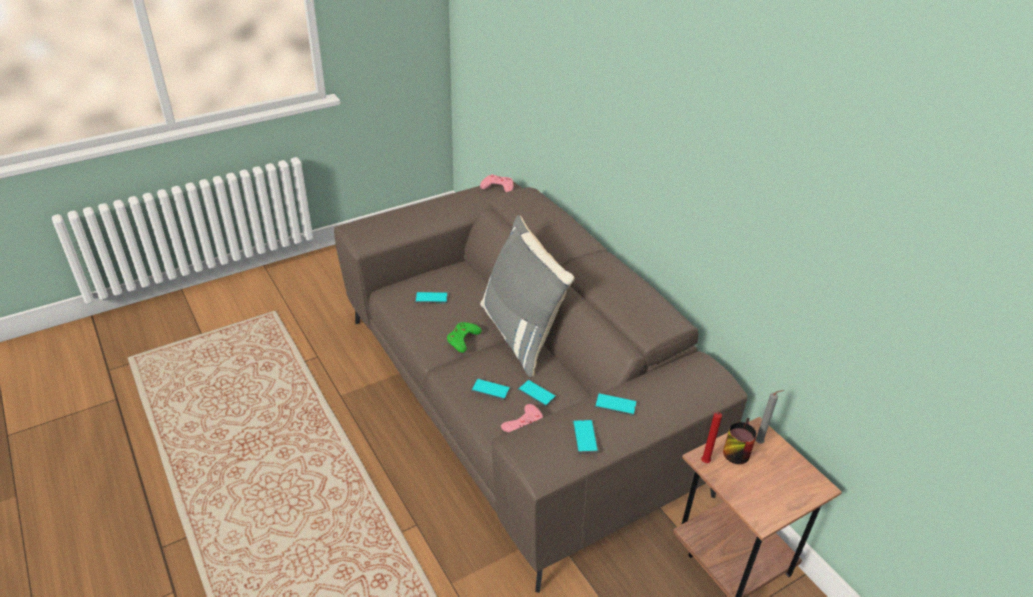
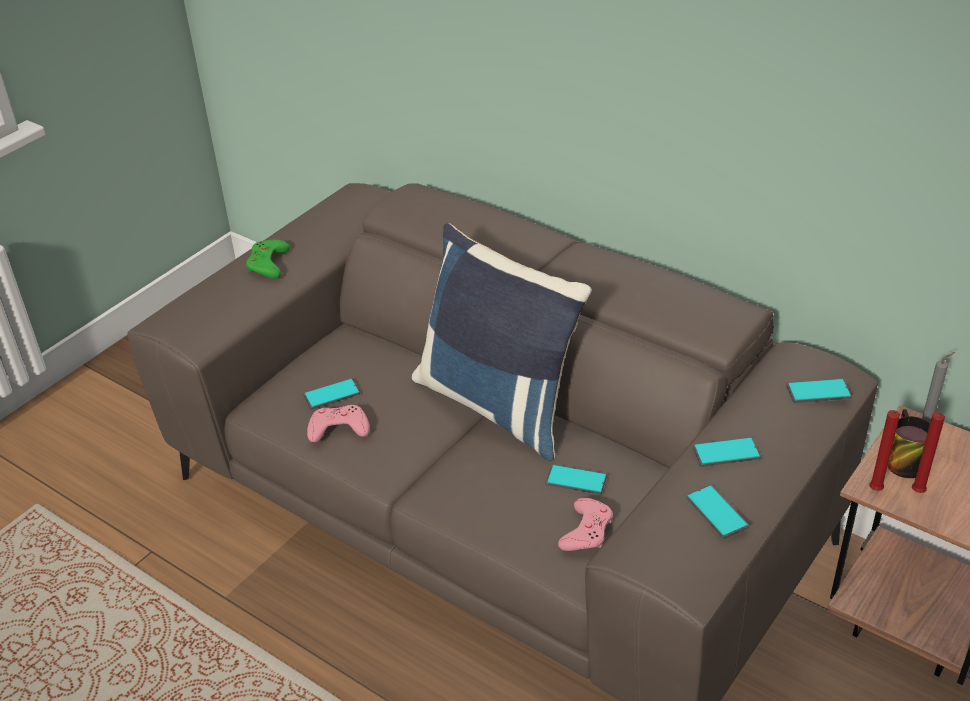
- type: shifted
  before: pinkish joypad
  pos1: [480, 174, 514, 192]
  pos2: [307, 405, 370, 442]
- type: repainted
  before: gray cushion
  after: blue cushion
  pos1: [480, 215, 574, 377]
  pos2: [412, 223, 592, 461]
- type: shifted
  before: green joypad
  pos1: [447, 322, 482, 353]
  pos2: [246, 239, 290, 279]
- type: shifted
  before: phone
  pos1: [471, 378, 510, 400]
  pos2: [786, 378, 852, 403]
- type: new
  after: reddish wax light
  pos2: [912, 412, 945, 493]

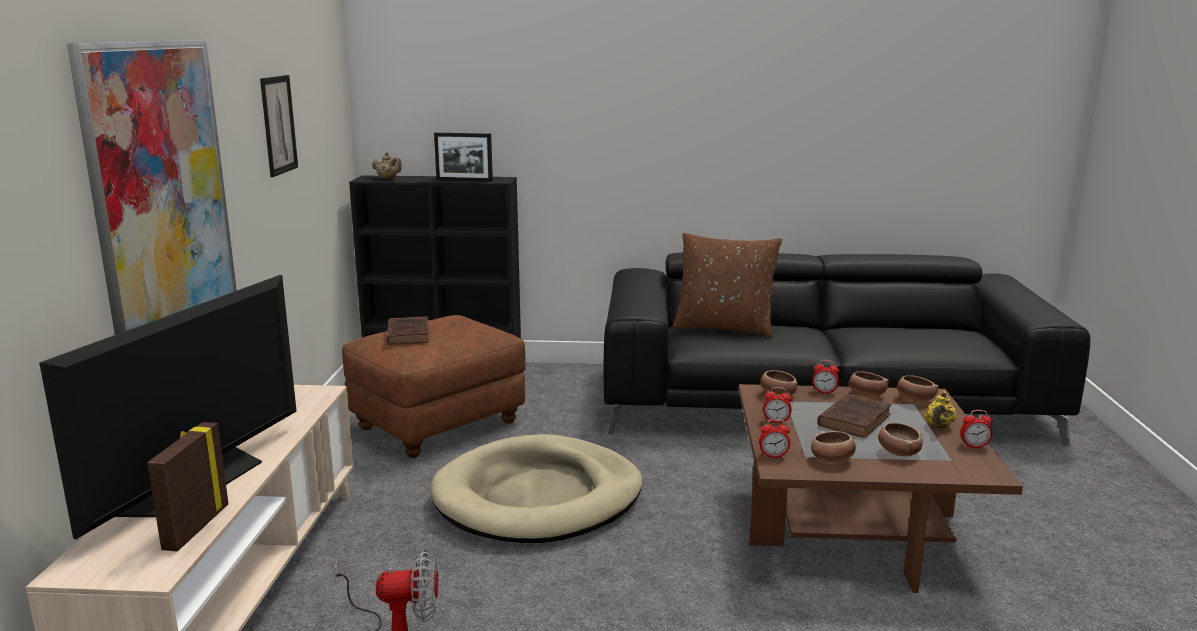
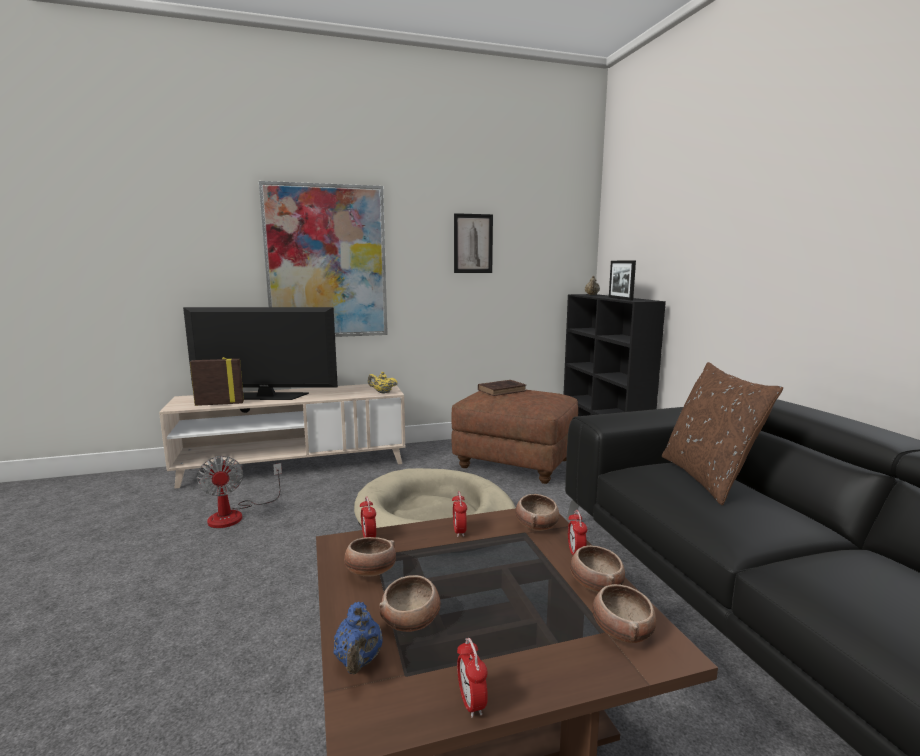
- type: shifted
  before: yellow-coloured pot for tea
  pos1: [925, 391, 956, 428]
  pos2: [368, 372, 398, 394]
- type: gone
  before: brown volume
  pos1: [817, 394, 892, 438]
- type: new
  after: blue pot for tea
  pos2: [333, 602, 383, 674]

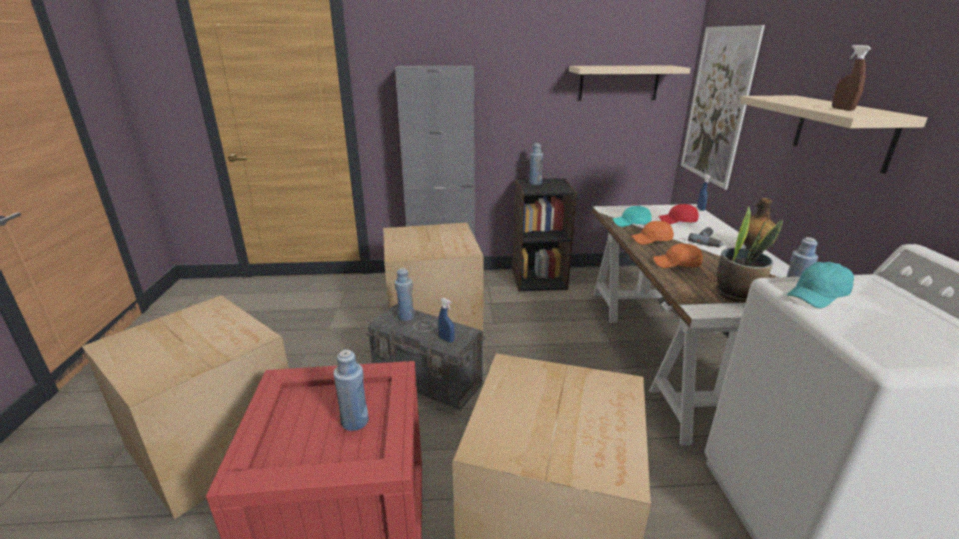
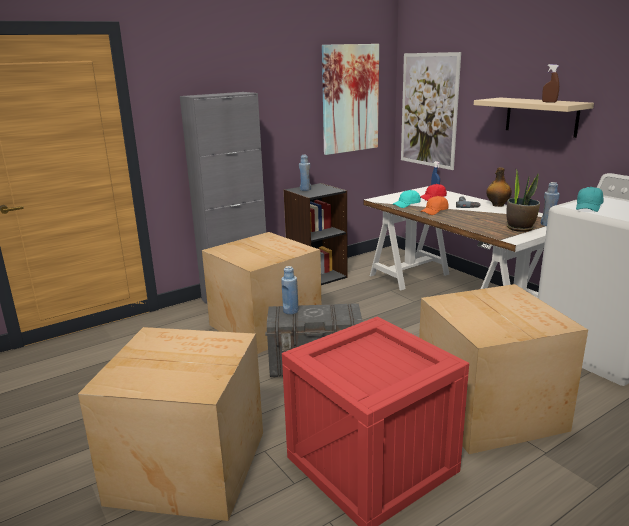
- type: swapped
  before: beige-coloured bracket shelf
  after: wall picture
  pos1: [569, 66, 691, 101]
  pos2: [322, 44, 379, 155]
- type: gone
  before: orange baseball cap
  pos1: [653, 244, 703, 268]
- type: gone
  before: blue spray bottle
  pos1: [438, 298, 455, 343]
- type: gone
  before: blue bottle
  pos1: [333, 350, 369, 431]

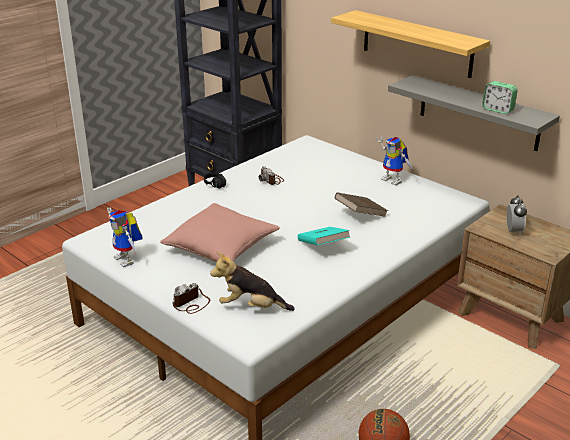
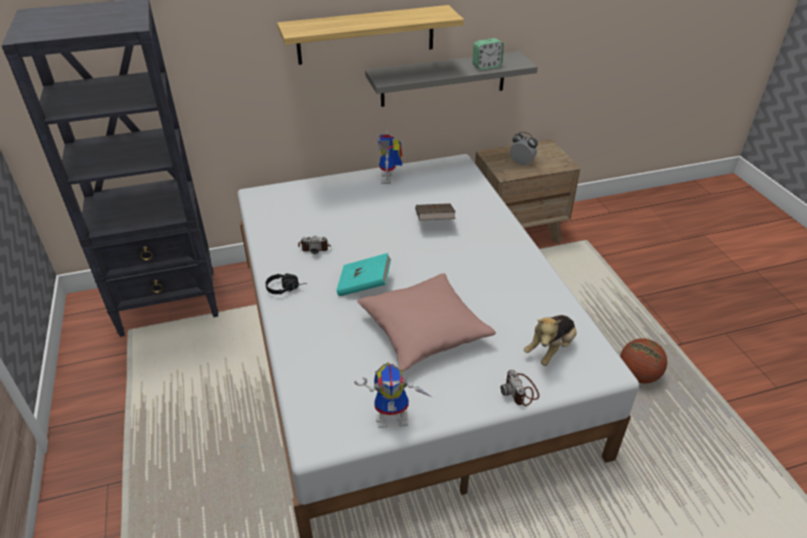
- type: rotated
  before: robot figure
  pos1: [376, 136, 414, 186]
  pos2: [377, 130, 402, 184]
  turn: 105
- type: shifted
  before: turquoise volume
  pos1: [298, 227, 350, 245]
  pos2: [336, 253, 391, 296]

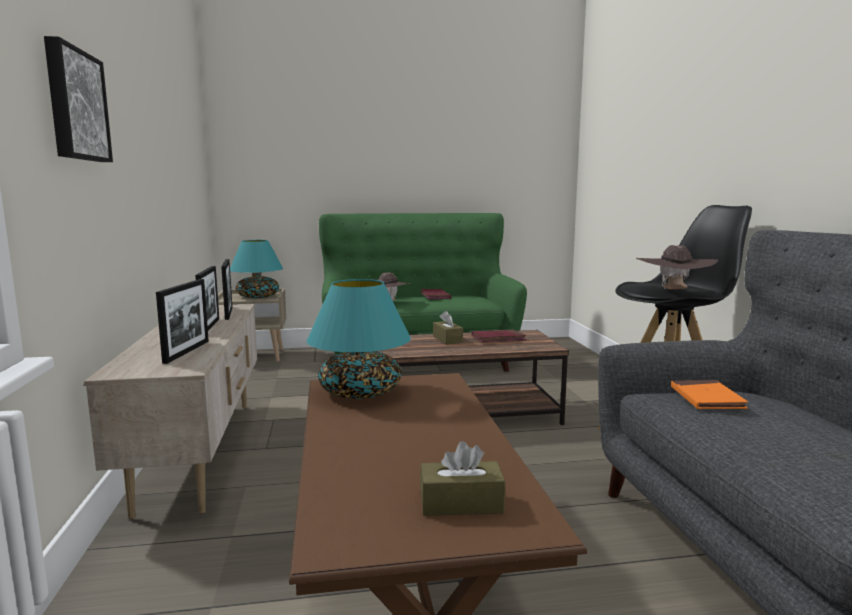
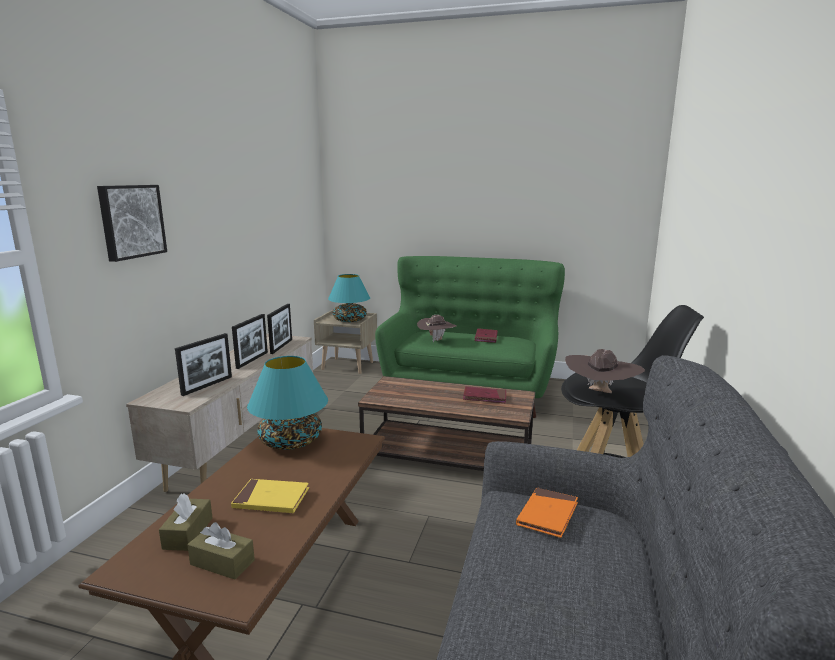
- type: shifted
  before: brown tissue holder
  pos1: [433, 311, 463, 344]
  pos2: [159, 493, 212, 551]
- type: new
  after: yellow-coloured volume
  pos2: [231, 479, 309, 513]

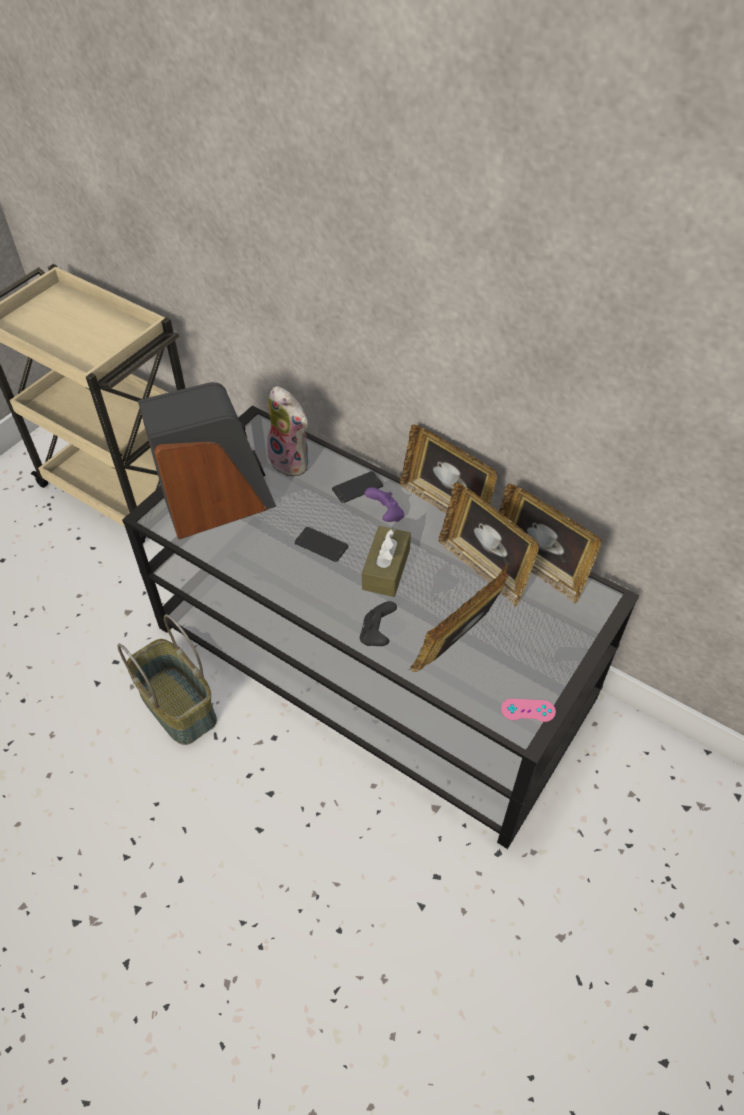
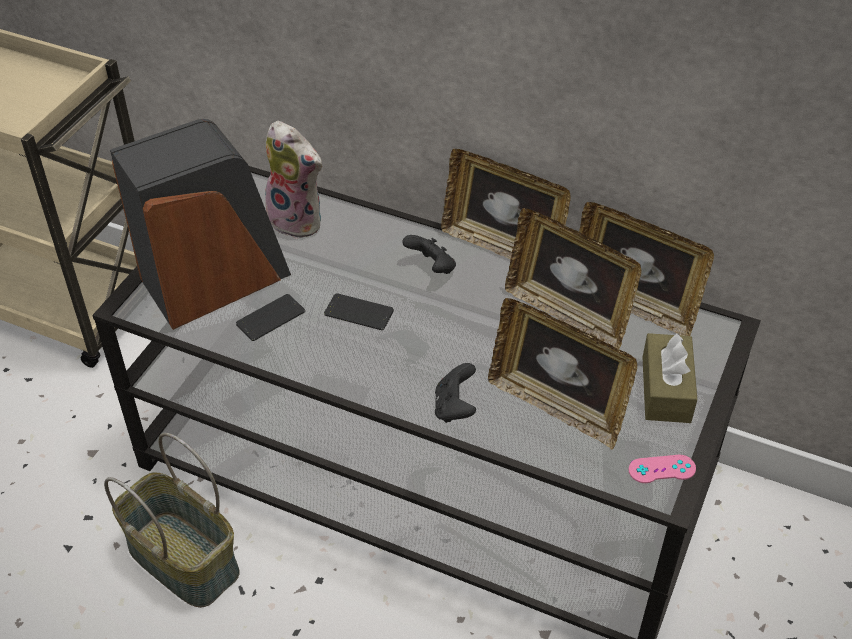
- type: shifted
  before: phone
  pos1: [332, 471, 384, 503]
  pos2: [236, 294, 305, 341]
- type: repainted
  before: purple-coloured joypad
  after: black-coloured joypad
  pos1: [365, 487, 404, 522]
  pos2: [402, 235, 456, 274]
- type: shifted
  before: brown tissue holder
  pos1: [362, 526, 411, 597]
  pos2: [642, 333, 697, 423]
- type: rotated
  before: photo frame
  pos1: [408, 564, 509, 672]
  pos2: [488, 298, 637, 449]
  turn: -90

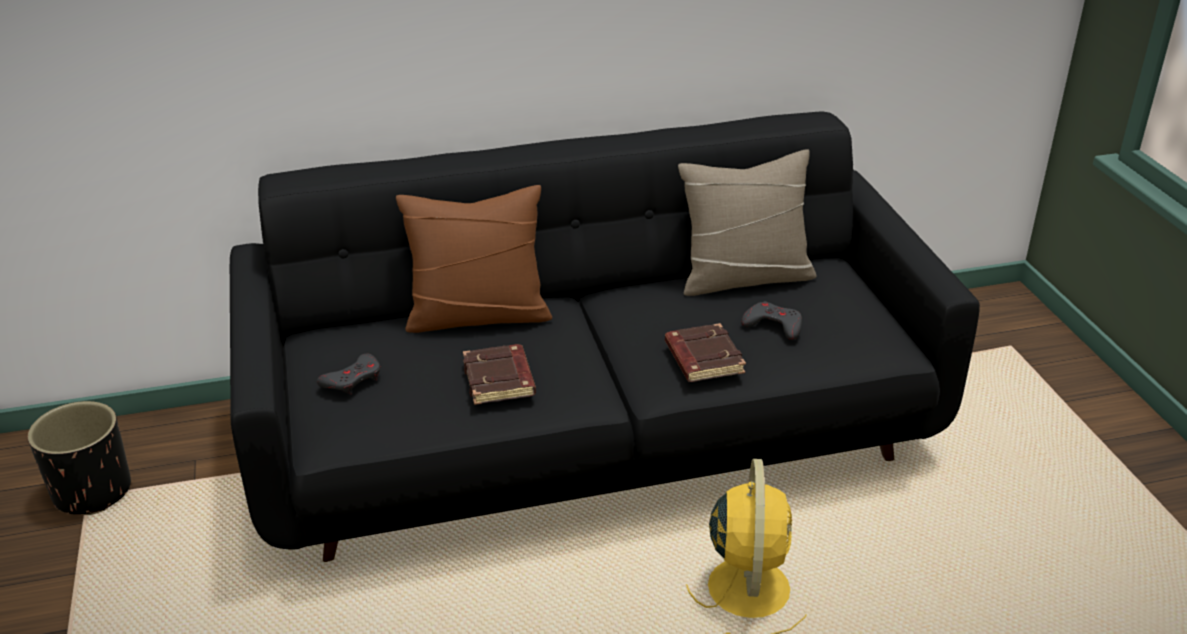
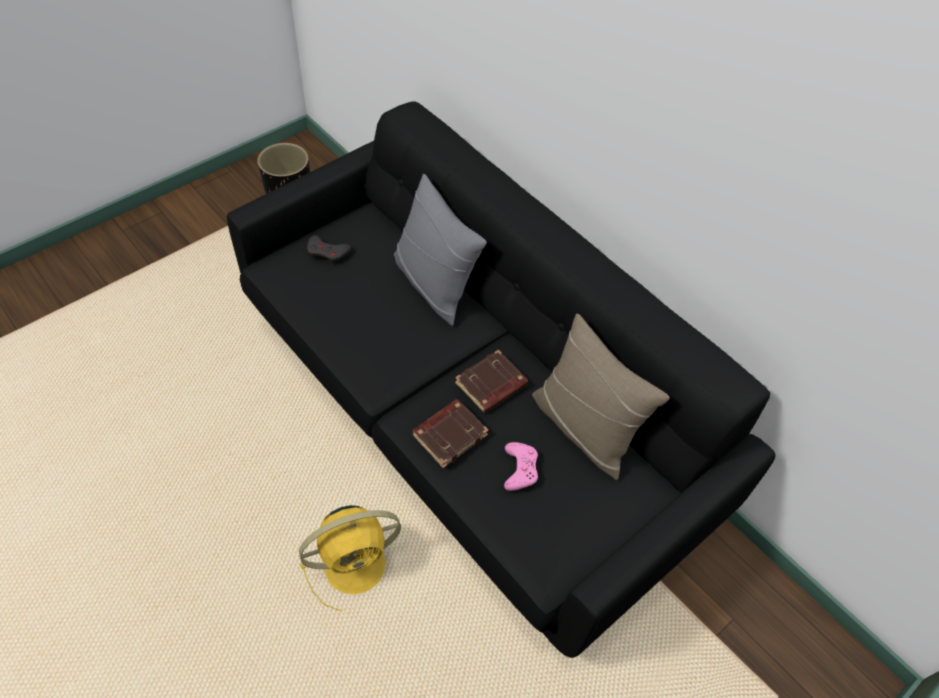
- type: repainted
  before: brown cushion
  after: gray cushion
  pos1: [396, 185, 552, 333]
  pos2: [394, 174, 487, 326]
- type: repainted
  before: gray joypad
  after: pinkish joypad
  pos1: [741, 301, 802, 340]
  pos2: [504, 442, 538, 491]
- type: shifted
  before: brown volume
  pos1: [463, 344, 536, 405]
  pos2: [455, 350, 528, 413]

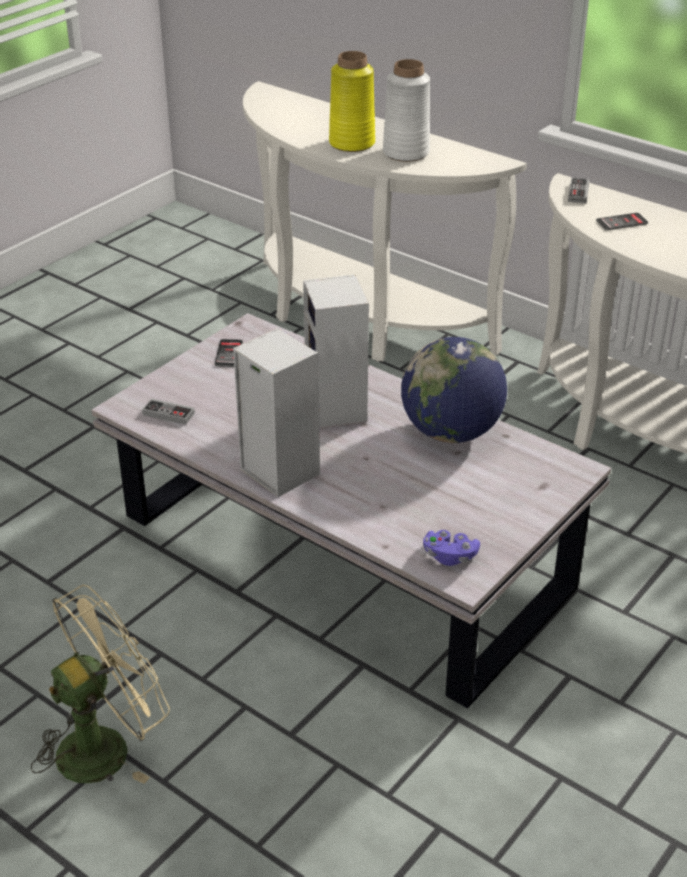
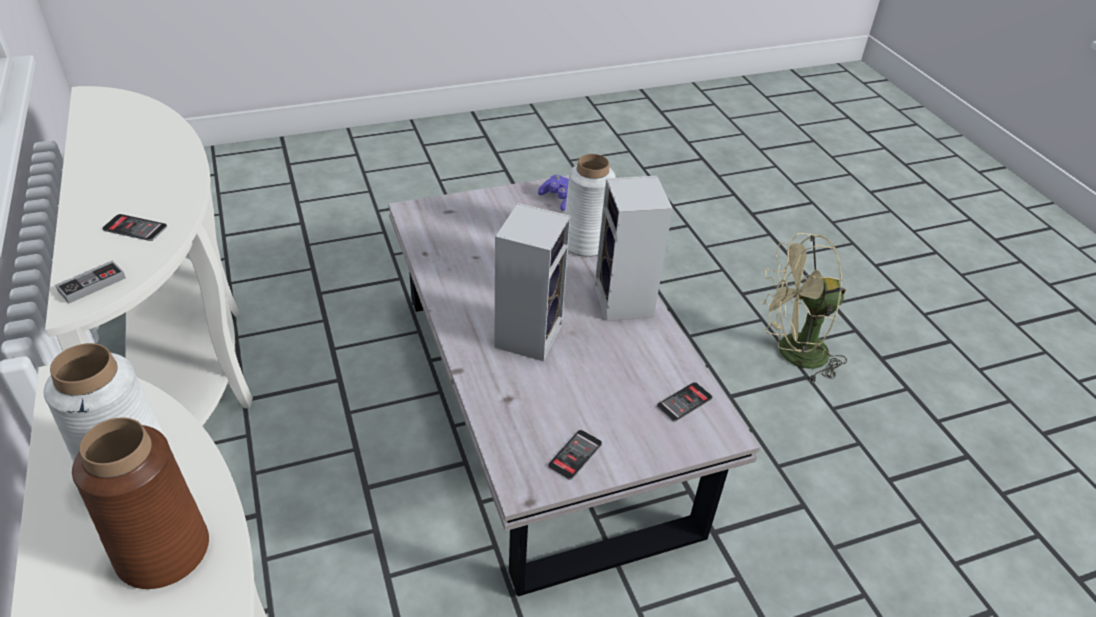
- type: repainted
  before: yellow-coloured vase
  after: brown vase
  pos1: [329, 51, 375, 152]
  pos2: [72, 417, 209, 589]
- type: gone
  before: desk globe
  pos1: [401, 337, 507, 443]
- type: swapped
  before: joypad
  after: phone
  pos1: [142, 398, 195, 425]
  pos2: [657, 382, 712, 422]
- type: new
  after: white vase
  pos2: [565, 154, 616, 257]

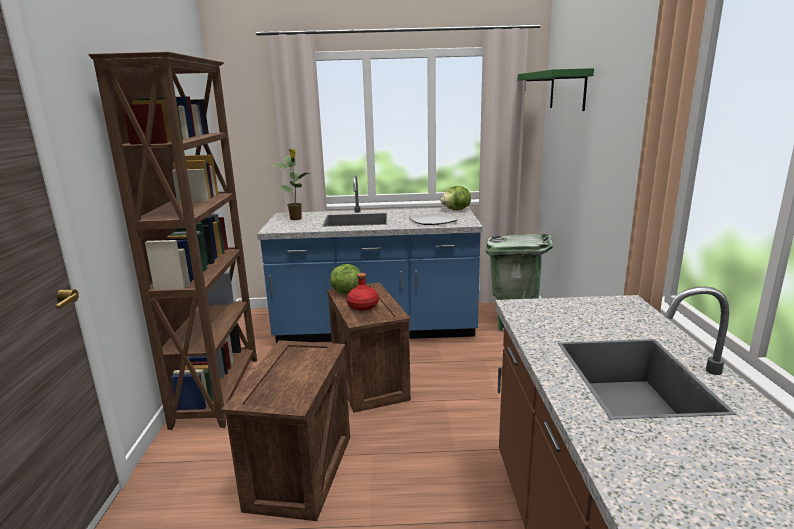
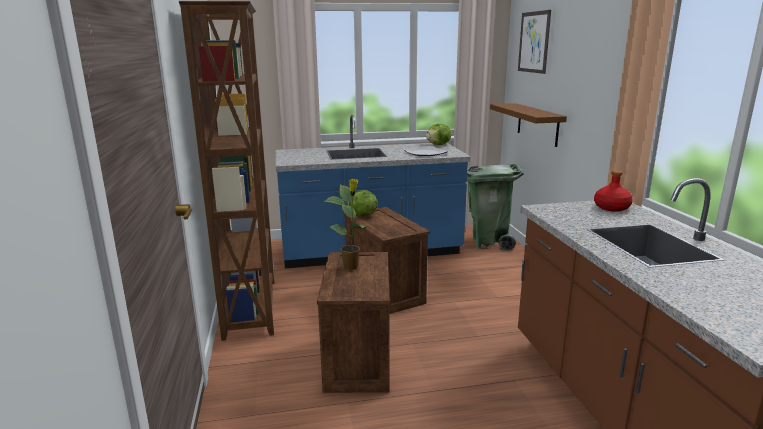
- type: swapped
  before: green bracket shelf
  after: wall picture
  pos1: [518, 68, 594, 111]
  pos2: [518, 10, 551, 74]
- type: shifted
  before: houseplant
  pos1: [272, 149, 311, 220]
  pos2: [324, 179, 374, 270]
- type: shifted
  before: reddish bottle
  pos1: [347, 273, 379, 311]
  pos2: [594, 170, 633, 212]
- type: new
  after: brown bracket shelf
  pos2: [490, 103, 567, 147]

